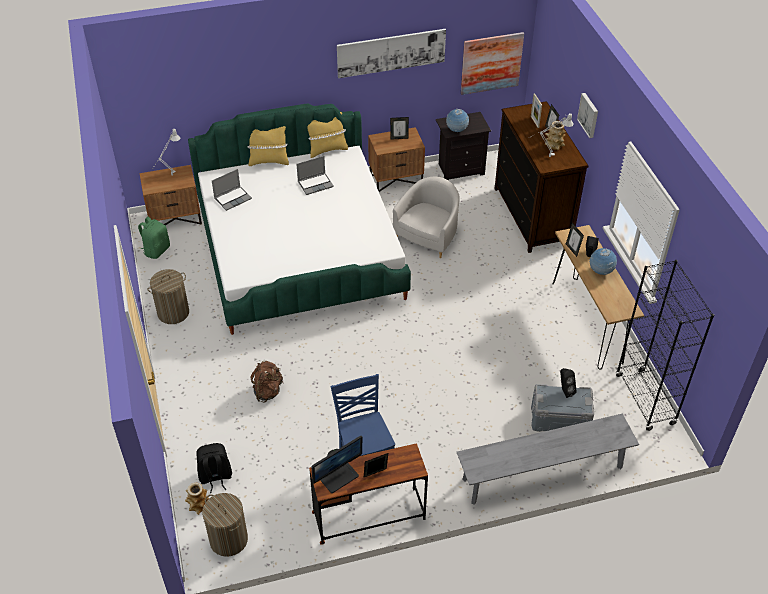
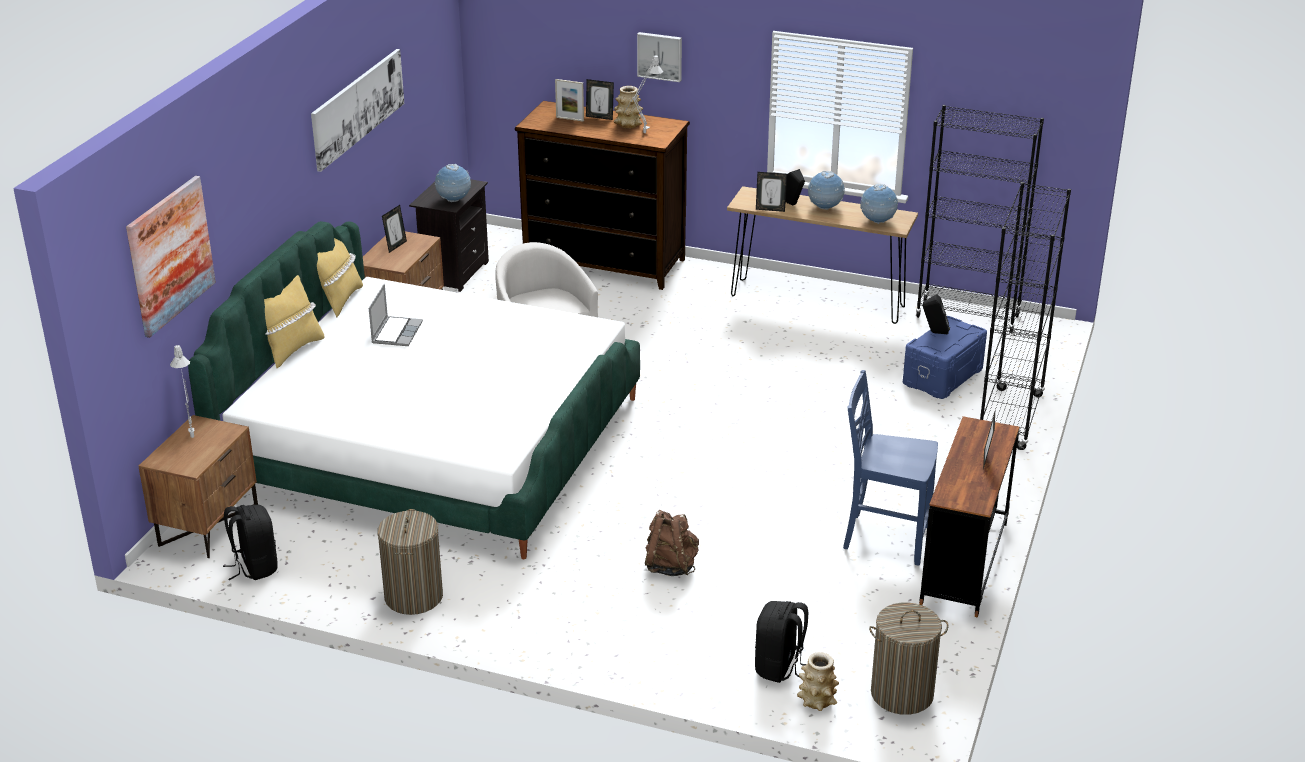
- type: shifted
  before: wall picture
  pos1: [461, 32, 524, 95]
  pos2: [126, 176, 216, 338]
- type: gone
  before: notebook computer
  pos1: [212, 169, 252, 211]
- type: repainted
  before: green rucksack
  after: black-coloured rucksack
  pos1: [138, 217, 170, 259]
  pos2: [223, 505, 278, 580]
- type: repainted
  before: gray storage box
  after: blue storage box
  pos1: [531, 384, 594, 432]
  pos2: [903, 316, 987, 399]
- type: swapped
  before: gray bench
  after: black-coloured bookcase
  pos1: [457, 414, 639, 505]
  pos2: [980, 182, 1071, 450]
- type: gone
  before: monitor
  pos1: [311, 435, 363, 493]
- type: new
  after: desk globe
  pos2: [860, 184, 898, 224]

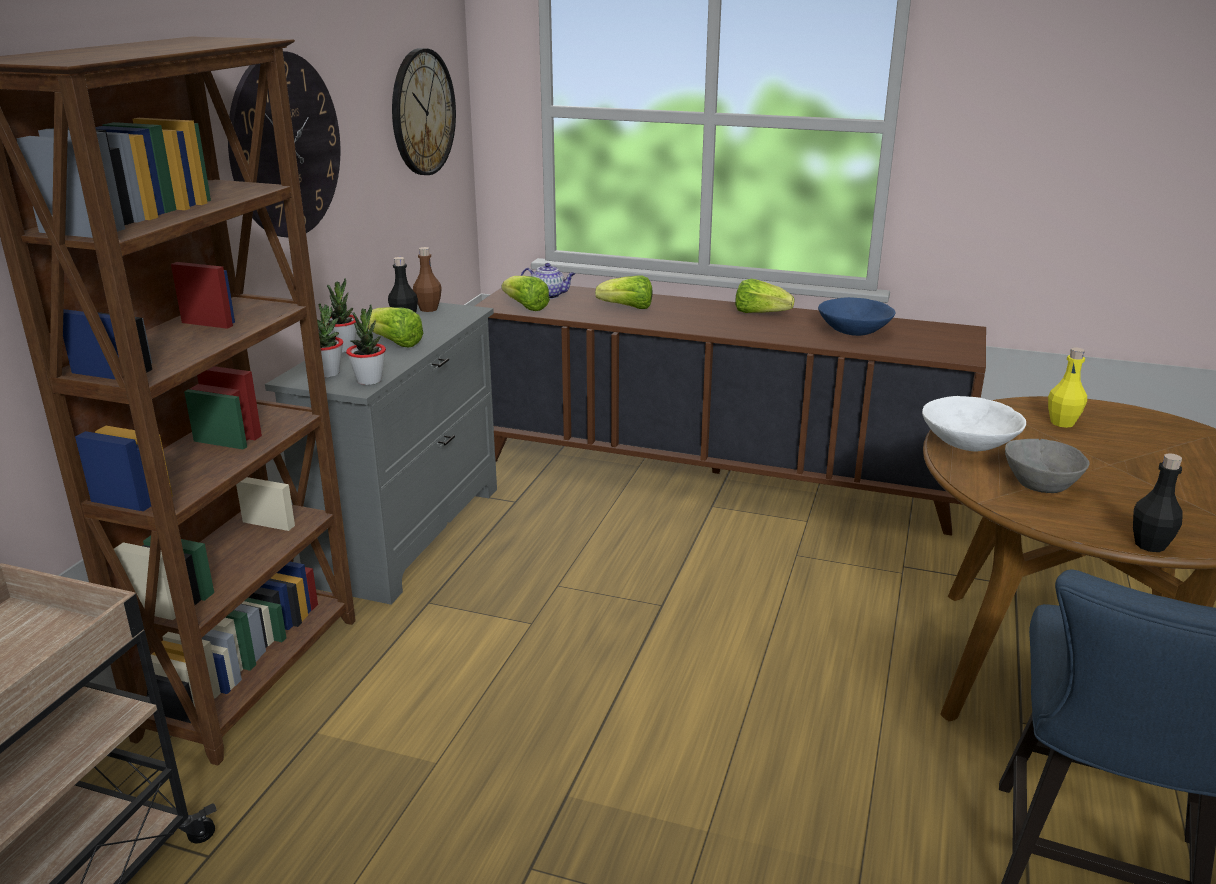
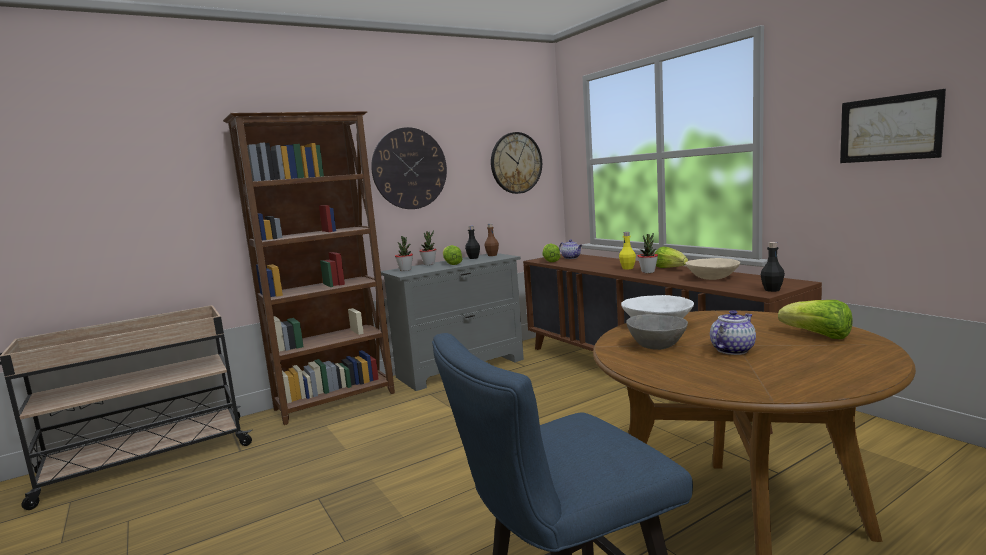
- type: shifted
  before: head of lettuce
  pos1: [595, 275, 652, 309]
  pos2: [778, 300, 853, 339]
- type: repainted
  before: blue deep dish
  after: beige-coloured deep dish
  pos1: [818, 297, 896, 336]
  pos2: [685, 258, 740, 280]
- type: shifted
  before: houseplant
  pos1: [346, 304, 386, 385]
  pos2: [638, 233, 658, 273]
- type: shifted
  before: yellow-coloured bottle
  pos1: [1048, 347, 1087, 428]
  pos2: [619, 232, 636, 269]
- type: shifted
  before: black-coloured bottle
  pos1: [1133, 453, 1182, 552]
  pos2: [761, 242, 785, 292]
- type: new
  after: wall picture
  pos2: [840, 89, 946, 163]
- type: new
  after: pot for tea
  pos2: [710, 310, 756, 355]

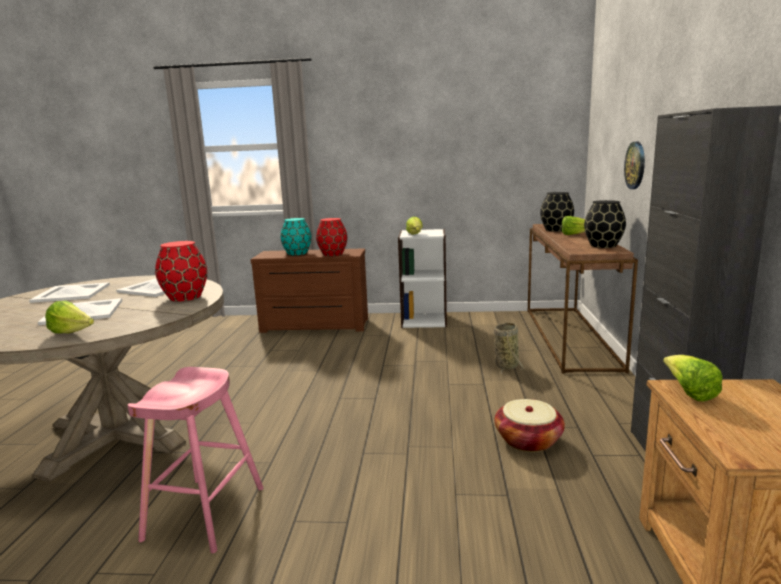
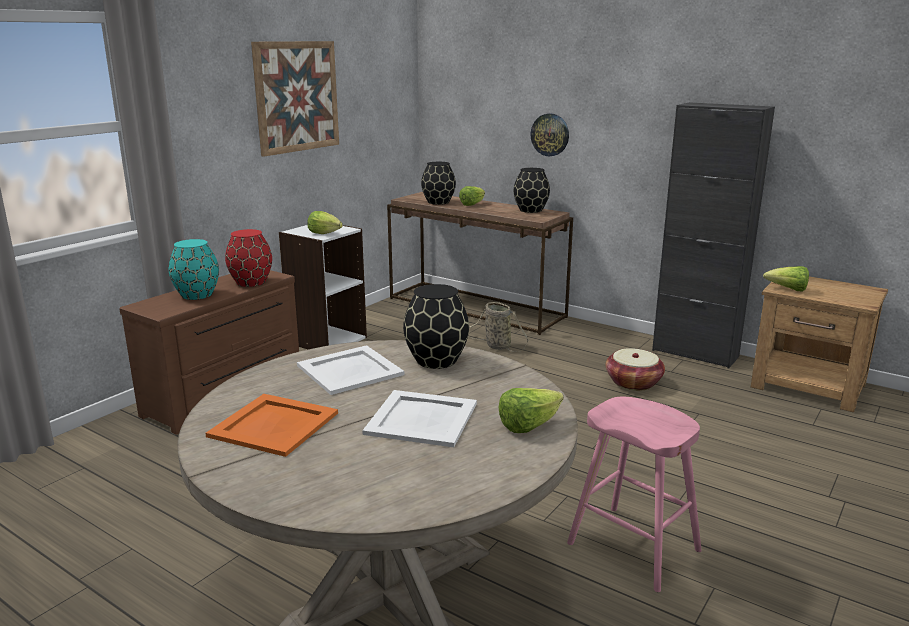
- type: repainted
  before: reddish vase
  after: black-coloured vase
  pos1: [155, 241, 207, 301]
  pos2: [403, 284, 469, 369]
- type: repainted
  before: white carrying tray
  after: orange carrying tray
  pos1: [29, 282, 110, 303]
  pos2: [205, 394, 338, 457]
- type: new
  after: wall picture
  pos2: [251, 41, 339, 157]

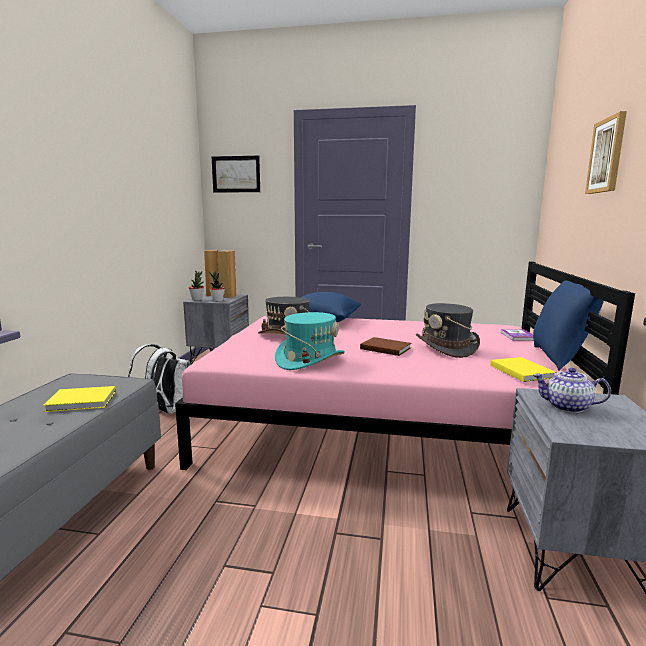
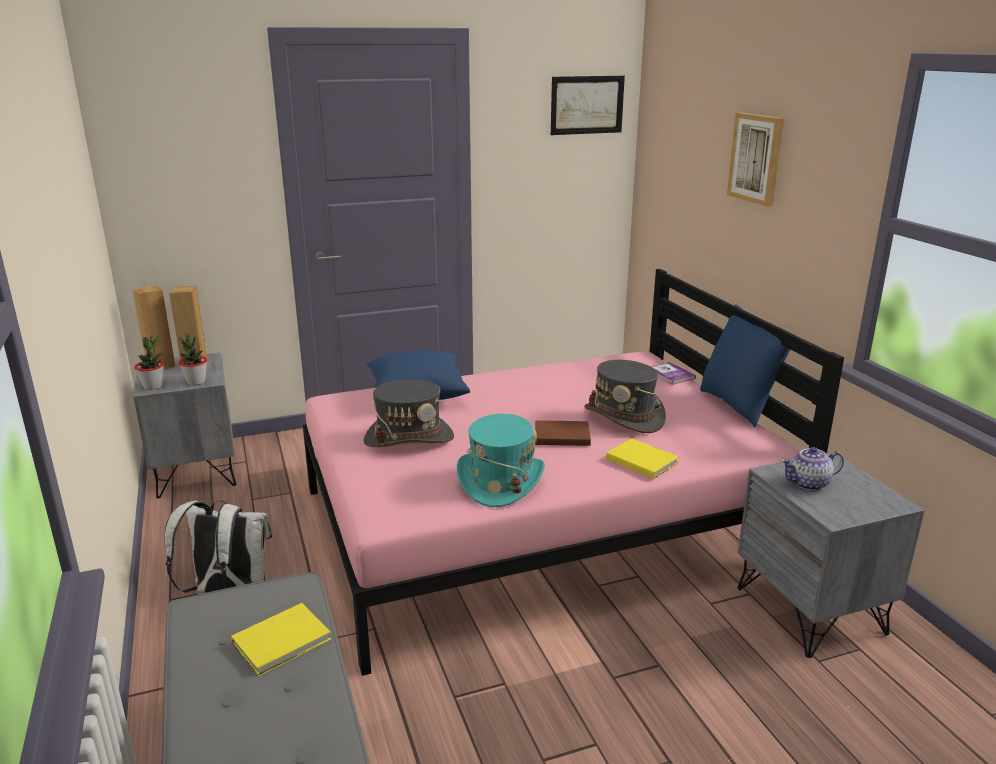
- type: shifted
  before: wall picture
  pos1: [212, 156, 260, 193]
  pos2: [551, 76, 625, 135]
- type: shifted
  before: yellow-coloured volume
  pos1: [490, 357, 557, 382]
  pos2: [606, 438, 679, 479]

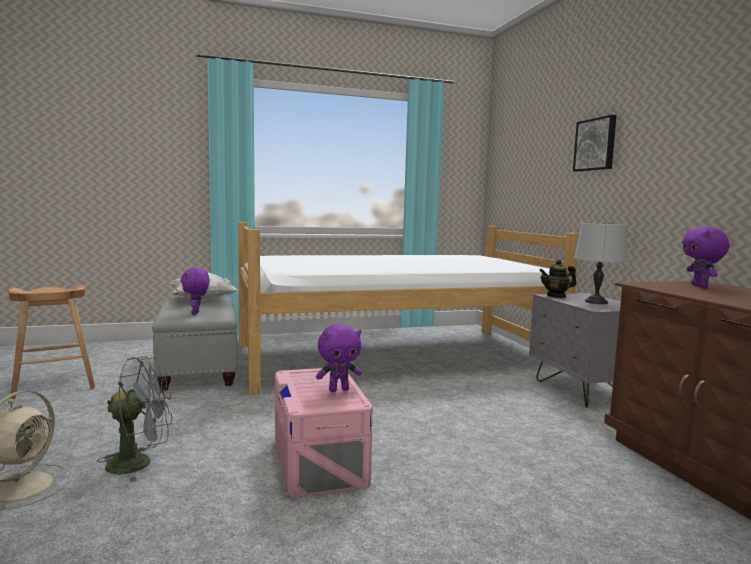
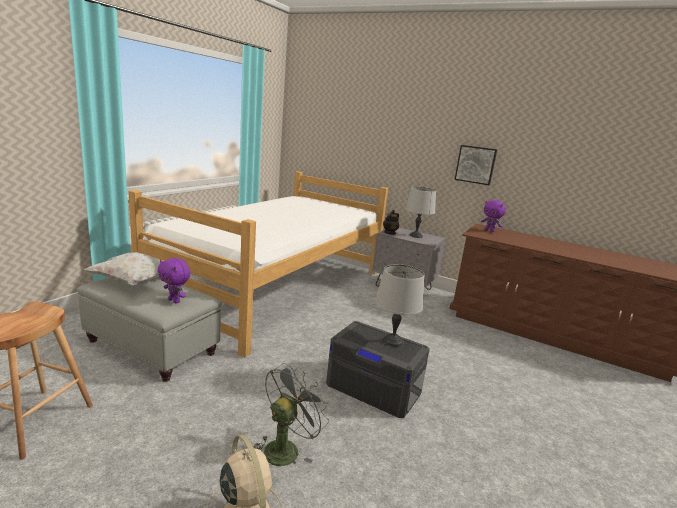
- type: shifted
  before: wall picture
  pos1: [573, 115, 617, 172]
  pos2: [454, 145, 497, 185]
- type: swapped
  before: purple-coloured soft toy
  after: gray table lamp
  pos1: [316, 324, 362, 392]
  pos2: [375, 264, 424, 347]
- type: repainted
  before: pinkish storage box
  after: gray storage box
  pos1: [275, 368, 373, 498]
  pos2: [326, 321, 430, 418]

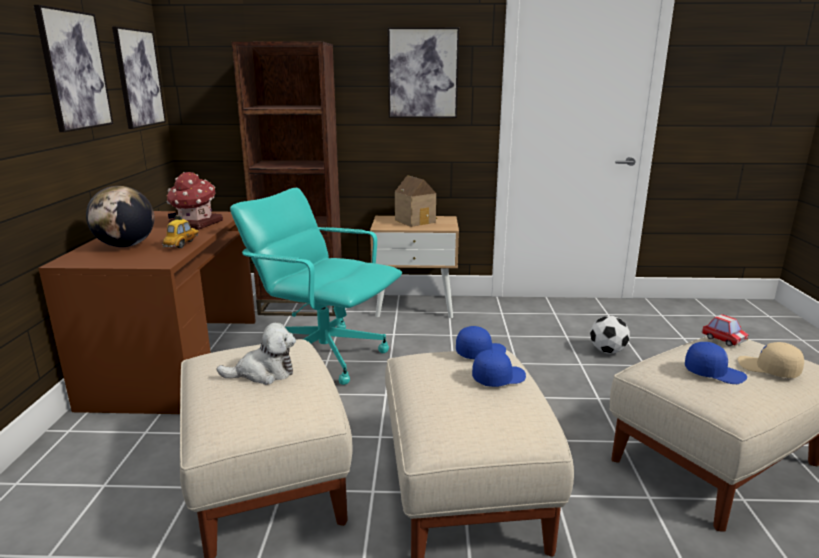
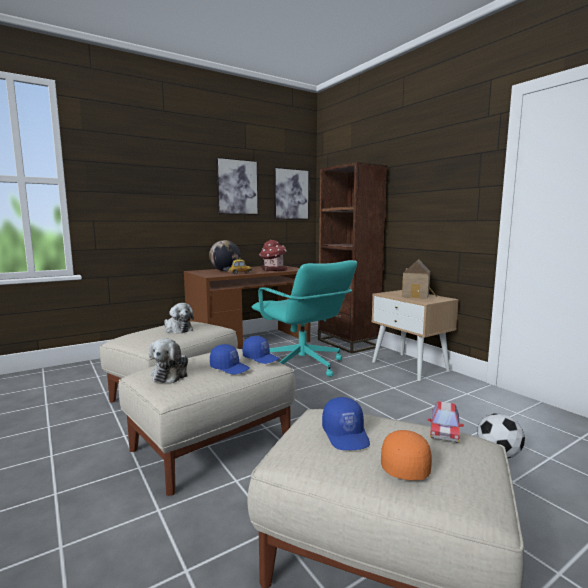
- type: gone
  before: wall picture
  pos1: [388, 27, 459, 118]
- type: rotated
  before: turquoise desk chair
  pos1: [230, 188, 402, 385]
  pos2: [252, 260, 357, 377]
  turn: 150
- type: repainted
  before: beige-coloured baseball cap
  after: orange baseball cap
  pos1: [737, 342, 804, 378]
  pos2: [381, 430, 432, 480]
- type: new
  after: soft toy
  pos2: [149, 338, 188, 383]

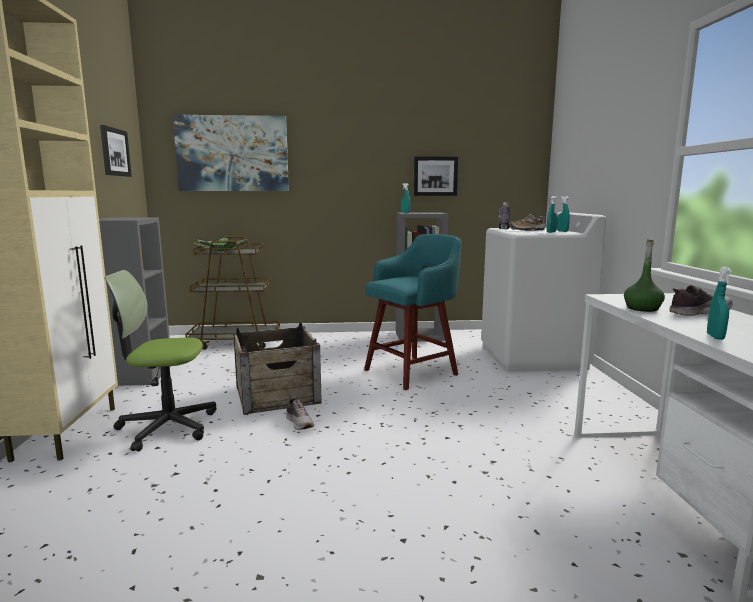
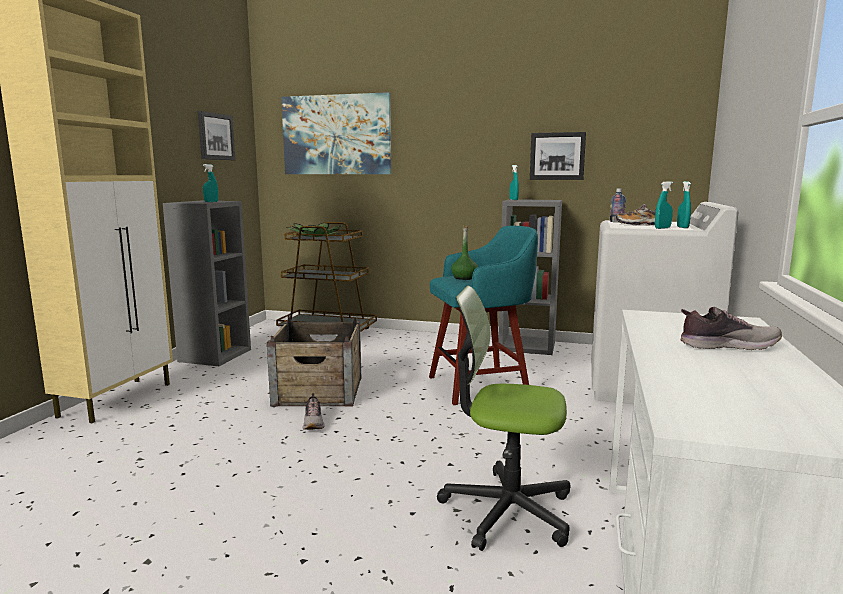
- type: shifted
  before: green bottle
  pos1: [624, 239, 665, 312]
  pos2: [451, 226, 478, 280]
- type: shifted
  before: turquoise spray bottle
  pos1: [707, 267, 732, 340]
  pos2: [203, 164, 218, 202]
- type: shifted
  before: desk chair
  pos1: [105, 270, 216, 452]
  pos2: [437, 286, 571, 551]

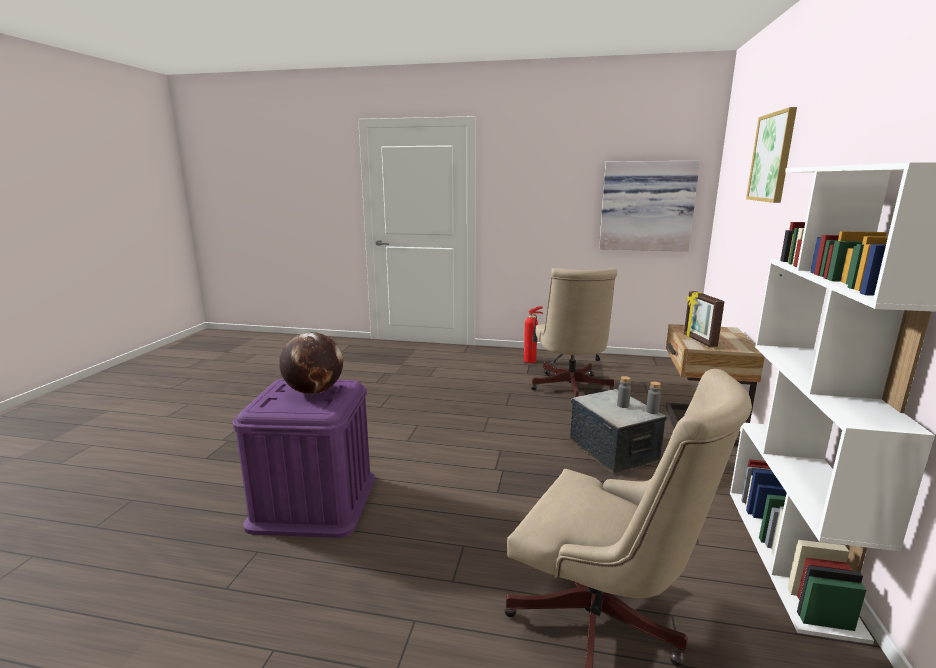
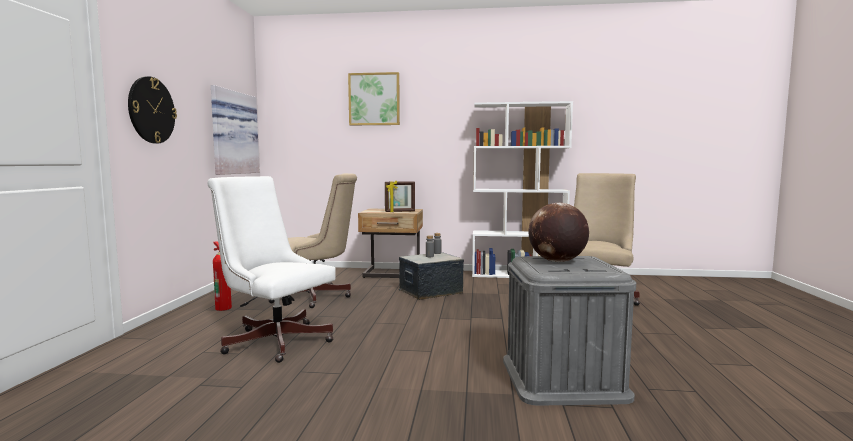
- type: repainted
  before: purple-coloured storage box
  after: gray storage box
  pos1: [233, 379, 375, 538]
  pos2: [503, 256, 636, 406]
- type: new
  after: hanging clock
  pos2: [128, 76, 177, 143]
- type: new
  after: white desk chair
  pos2: [207, 176, 336, 363]

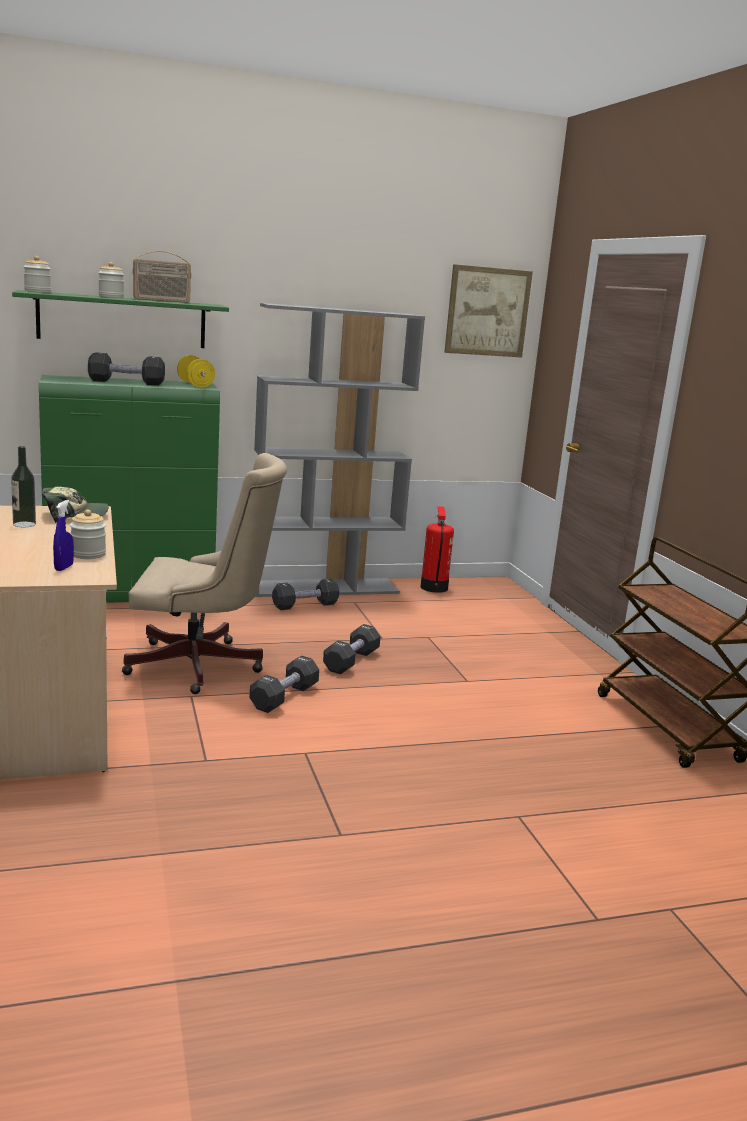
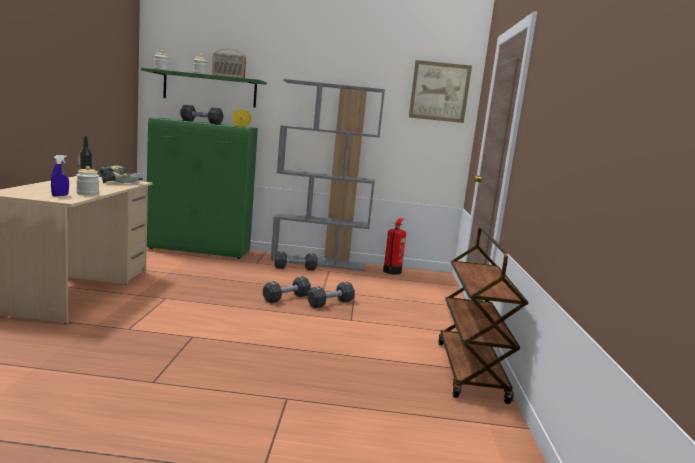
- type: gone
  before: beige-coloured desk chair
  pos1: [122, 453, 287, 694]
- type: shifted
  before: black-coloured hand weight
  pos1: [250, 656, 319, 713]
  pos2: [307, 282, 355, 308]

